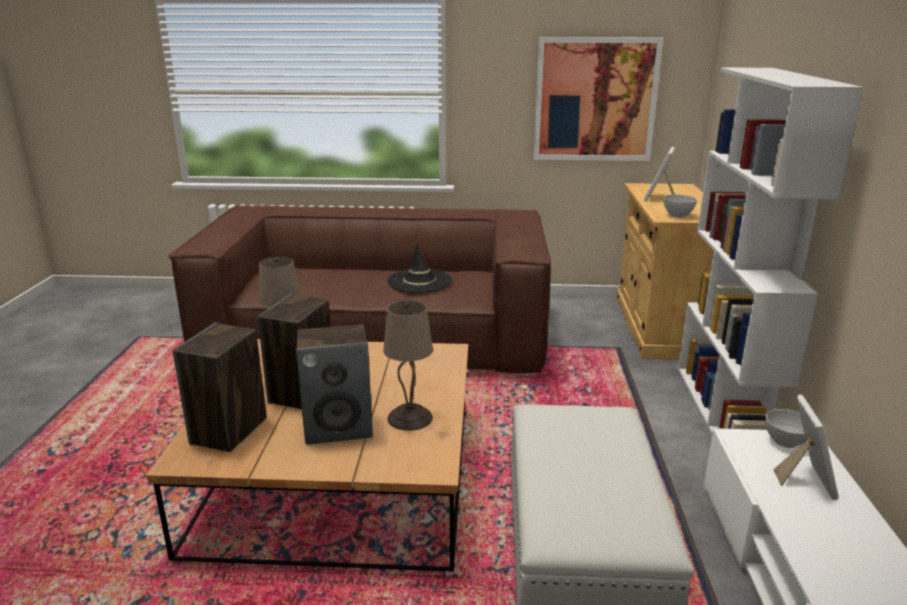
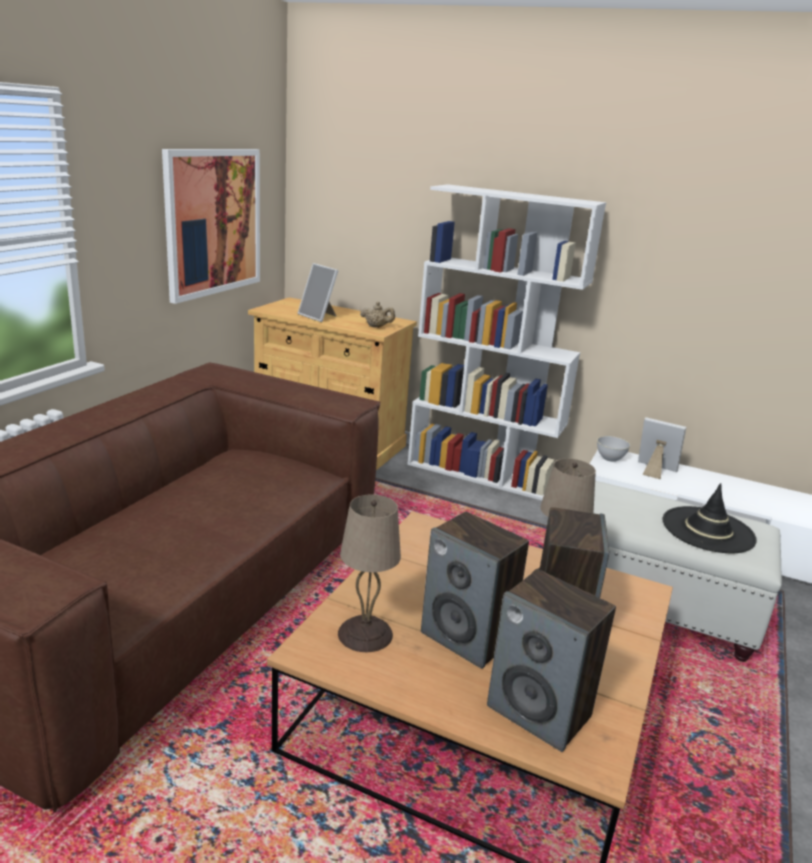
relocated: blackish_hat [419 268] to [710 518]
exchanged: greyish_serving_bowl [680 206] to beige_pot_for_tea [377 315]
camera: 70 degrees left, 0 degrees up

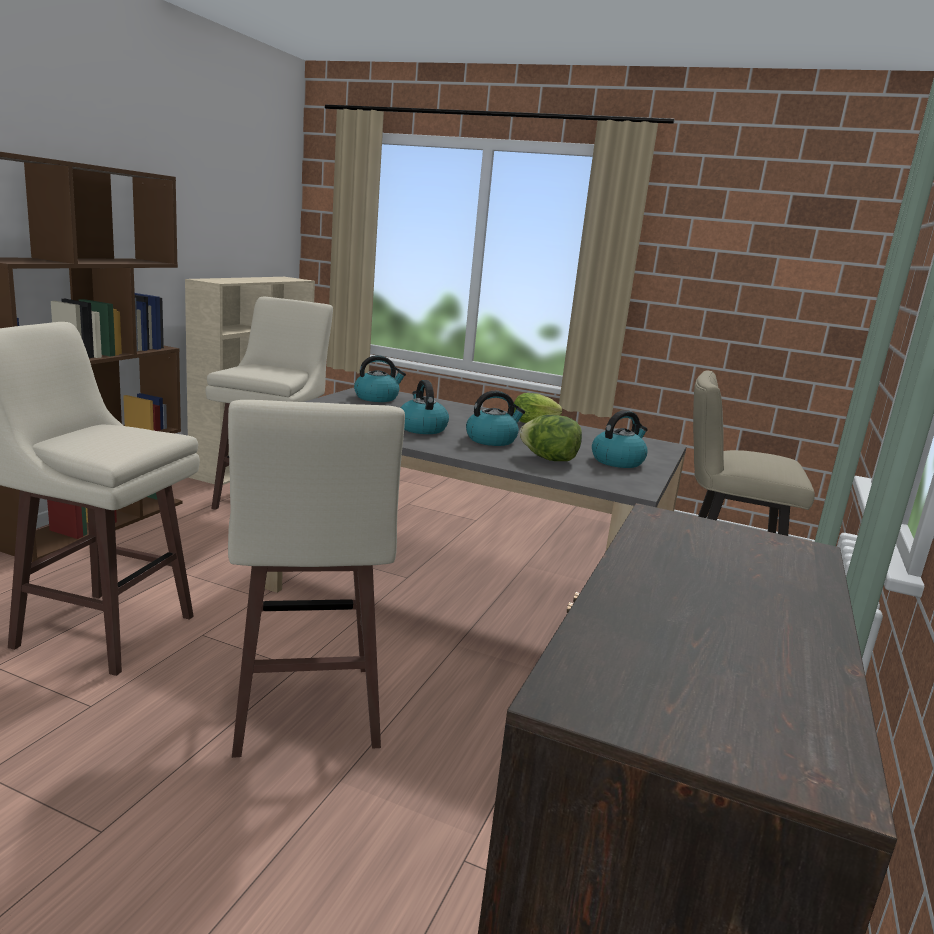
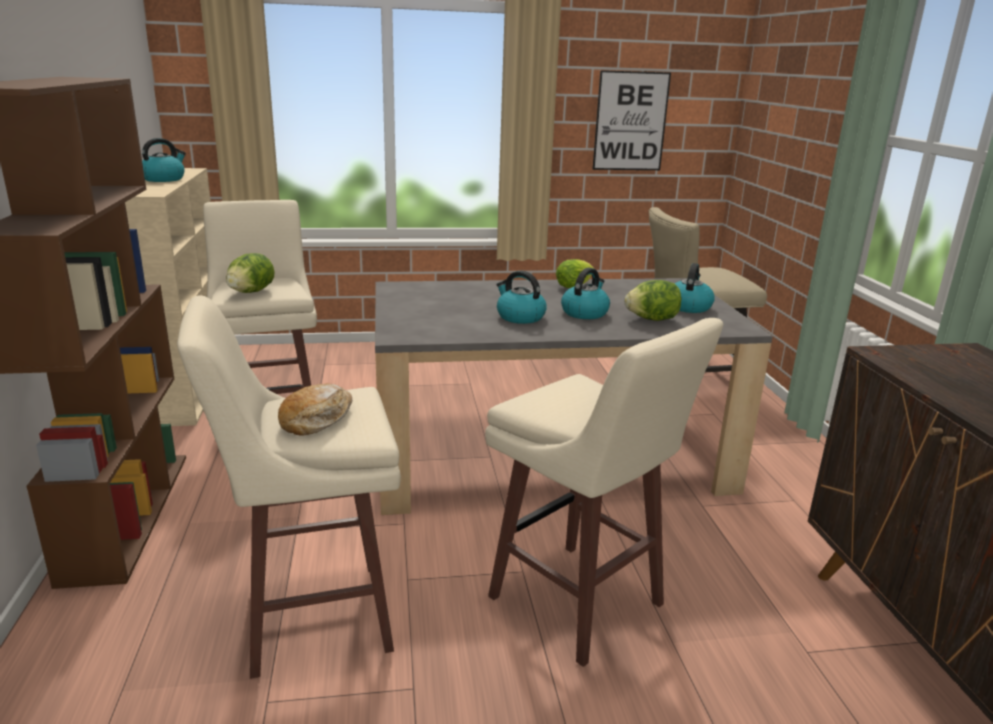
appeared: wall_art [632 120]; head_of_lettuce [250 273]; bread [315 409]
relocated: kettle [380 378] to [164 160]
camera: 30 degrees left, 5 degrees up

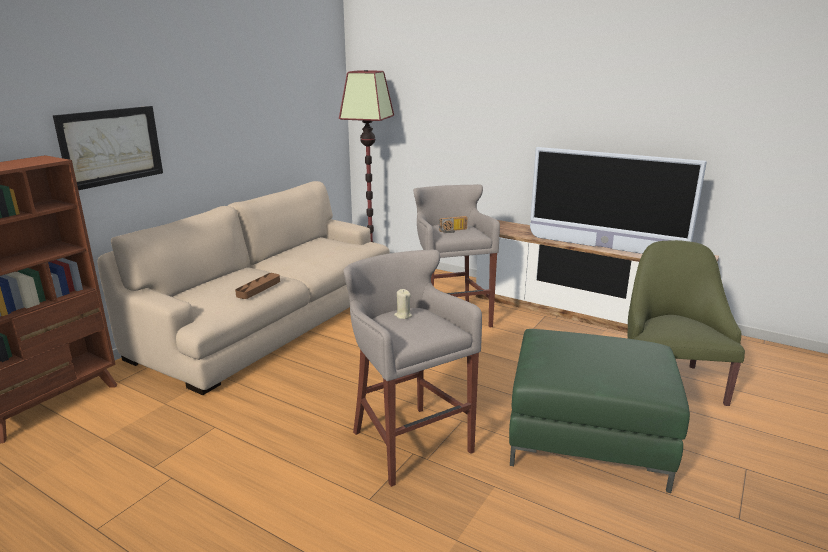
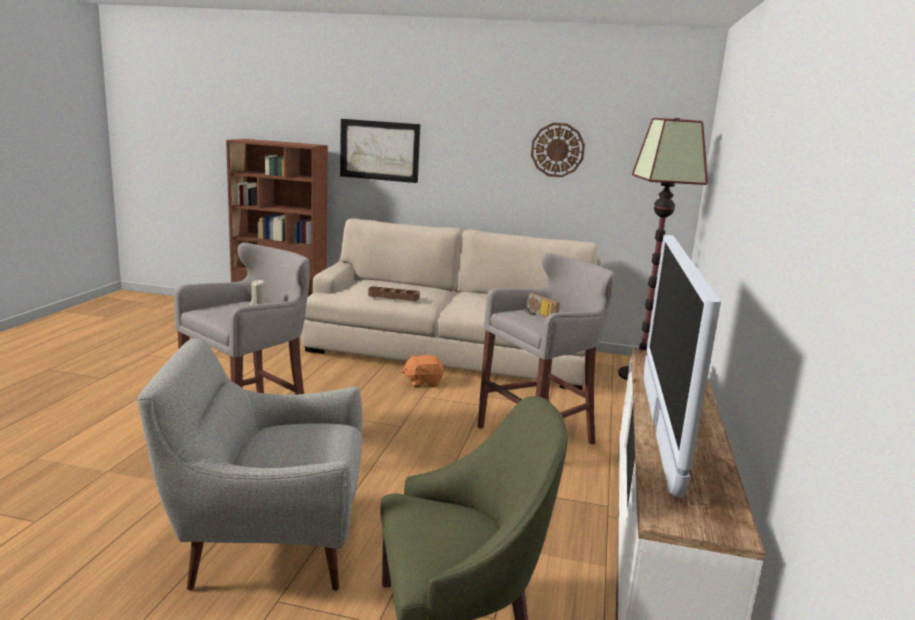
appeared: hanging_clock [558 150]; orange-coloured_plush_toy [422 371]
exchanged: greenish_footrest [599 411] to greyish_easy_chair [249 465]
camera: 70 degrees right, 5 degrees down

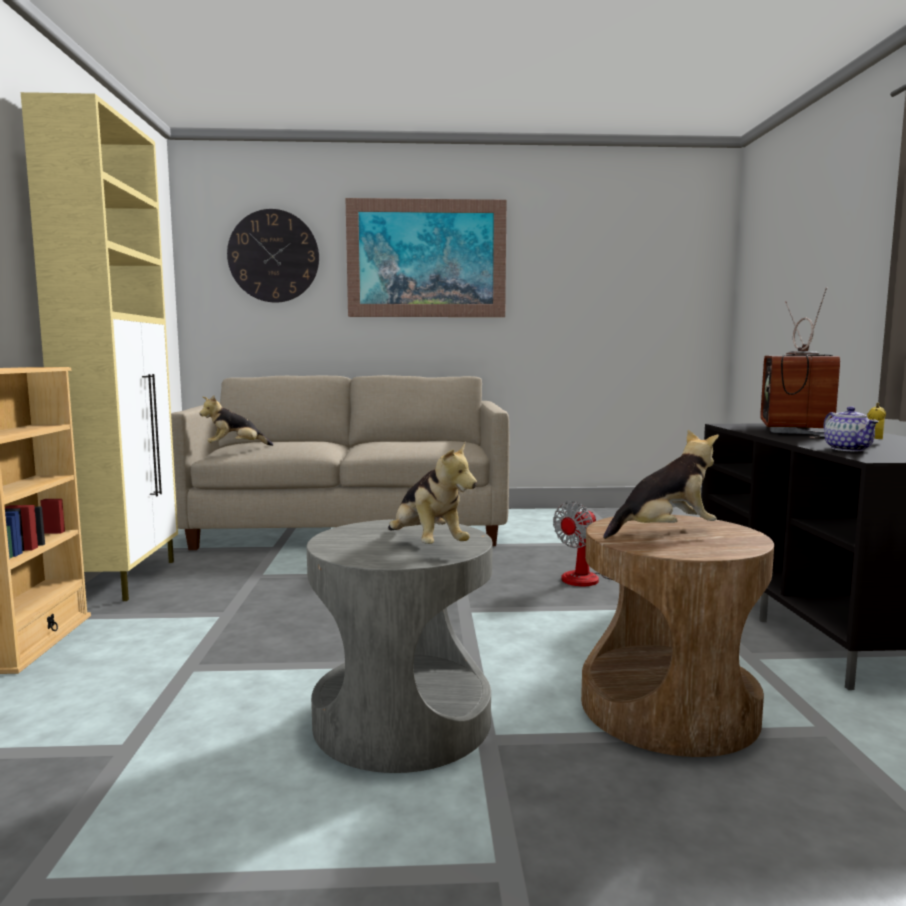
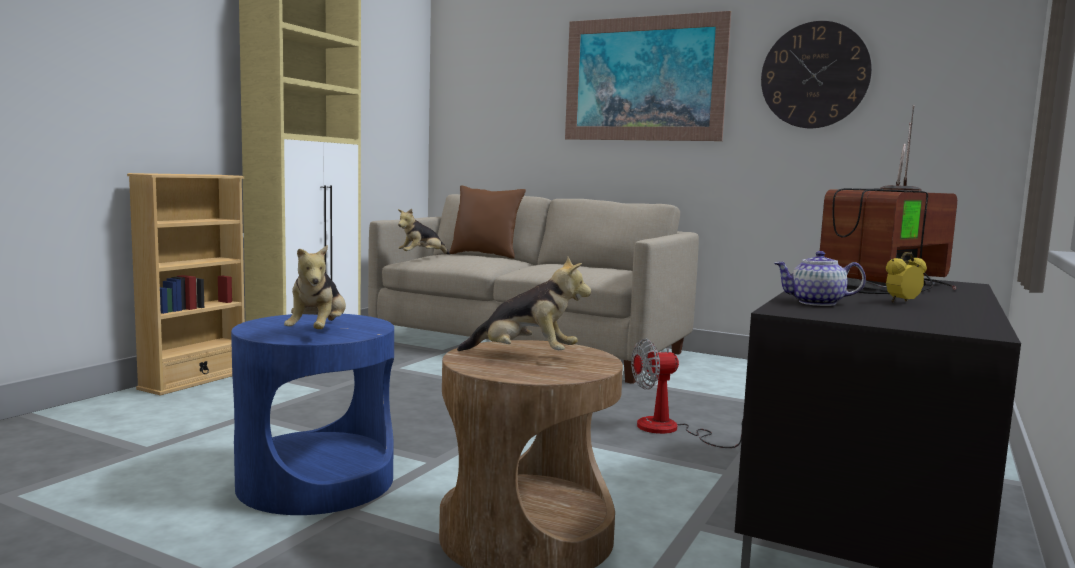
appeared: brown-coloured_pillow [487 222]
relocated: hanging_clock [273 255] to [816 74]
colour: greyish_accent_table [399 646] to bluish_accent_table [312 414]
spun: plush_toy [236 421] = [424 232] 45 degrees counterclockwise; pot_for_tea [851 428] = [820 278] 75 degrees clockwise
camera: 30 degrees right, 0 degrees up

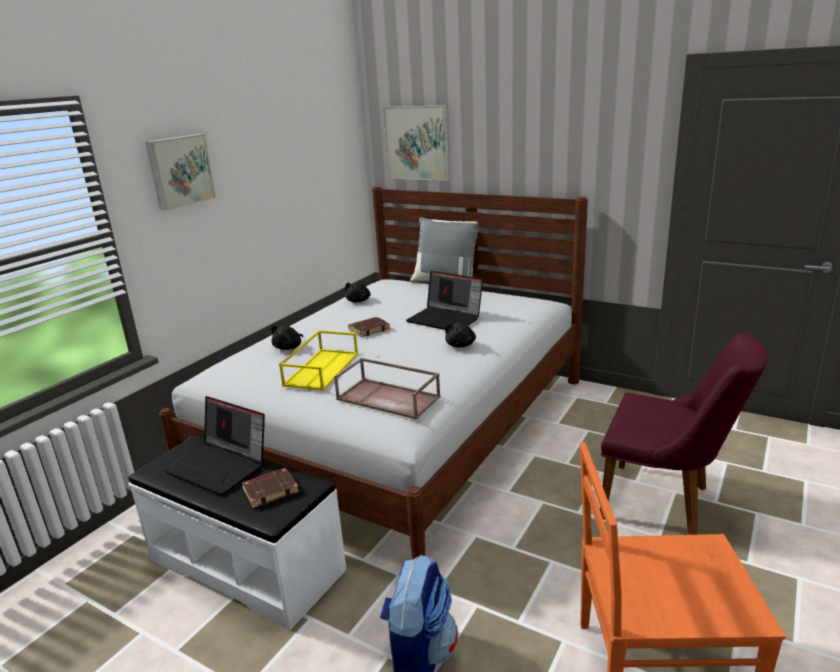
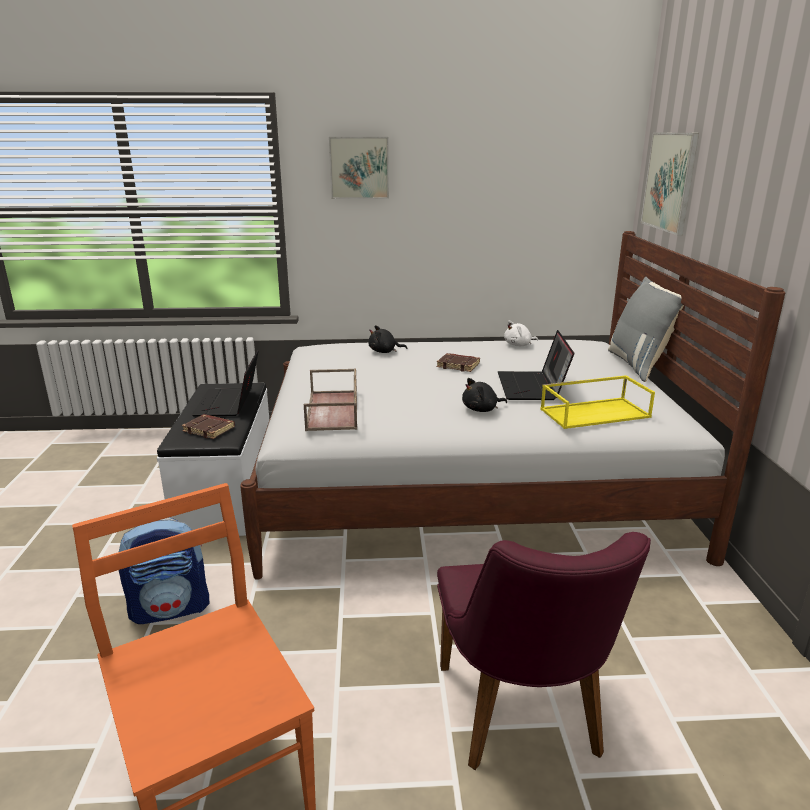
relocated: yellow-coloured_tray [318 360] to [597 402]
colour: blackish_plush_toy [358 292] to whitish_plush_toy [521 333]
camera: 55 degrees right, 0 degrees up

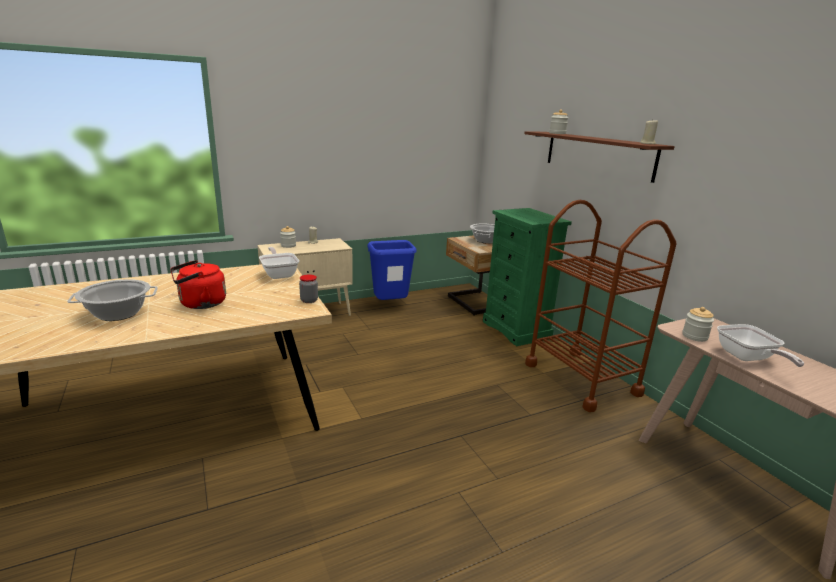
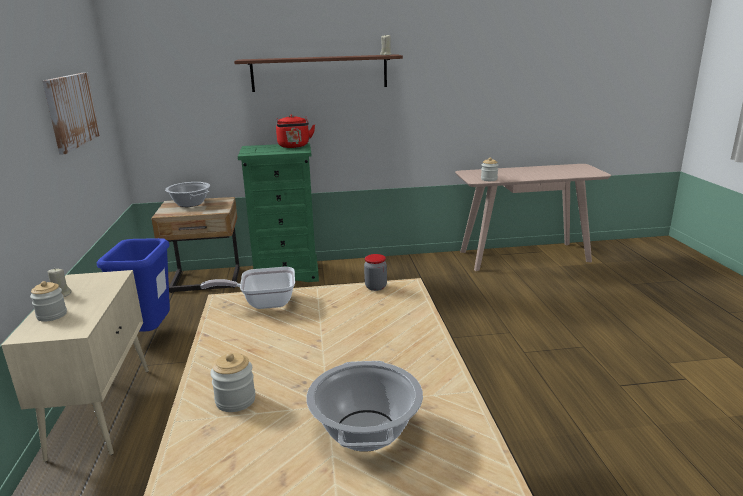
missing: brown-coloured_trolley [600 306]; frying_pan [760 345]
appeared: wall_art [71 114]
relocated: preserve_jar [558 122] to [233 382]; red_kettle [198 284] to [295 131]
camera: 70 degrees left, 0 degrees up

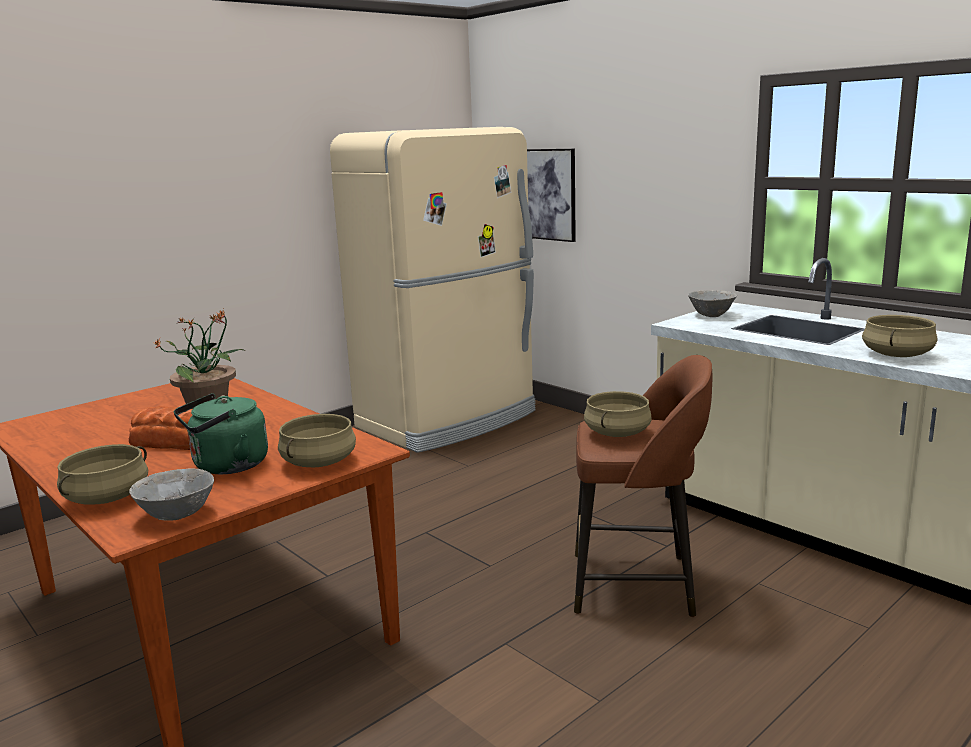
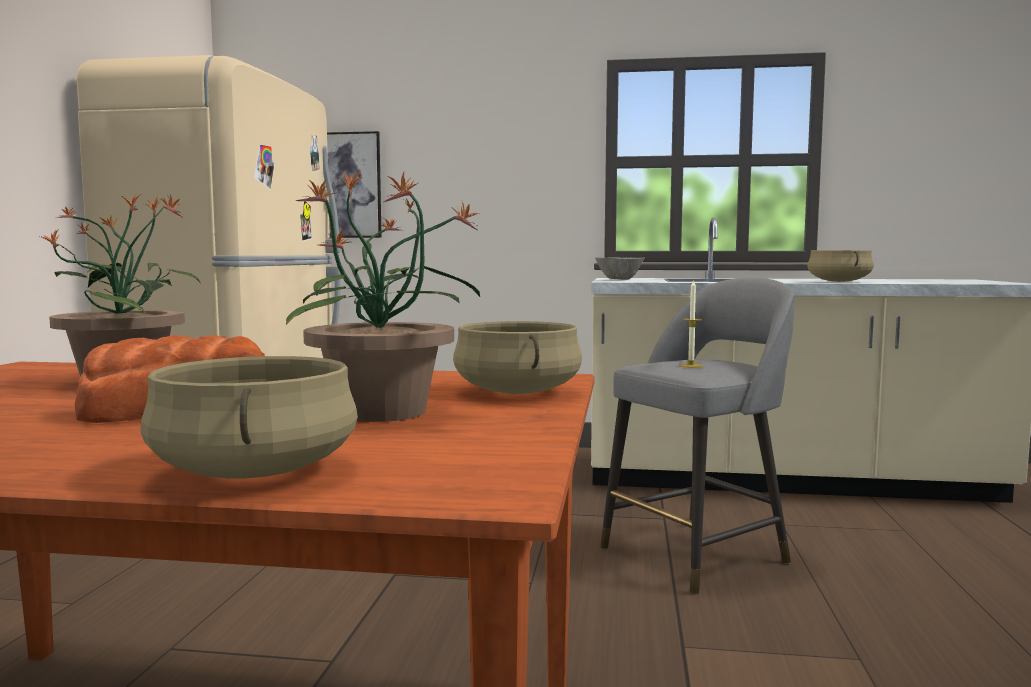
missing: greyish_serving_bowl [171 494]
exchanged: beige_saucepot [618 414] to wax_light [691 323]; greenish_kettle [221 434] to houseplant [383 296]
colour: brown-coloured_stool [643 486] to greyish_stool [697 436]
camera: 40 degrees left, 10 degrees down

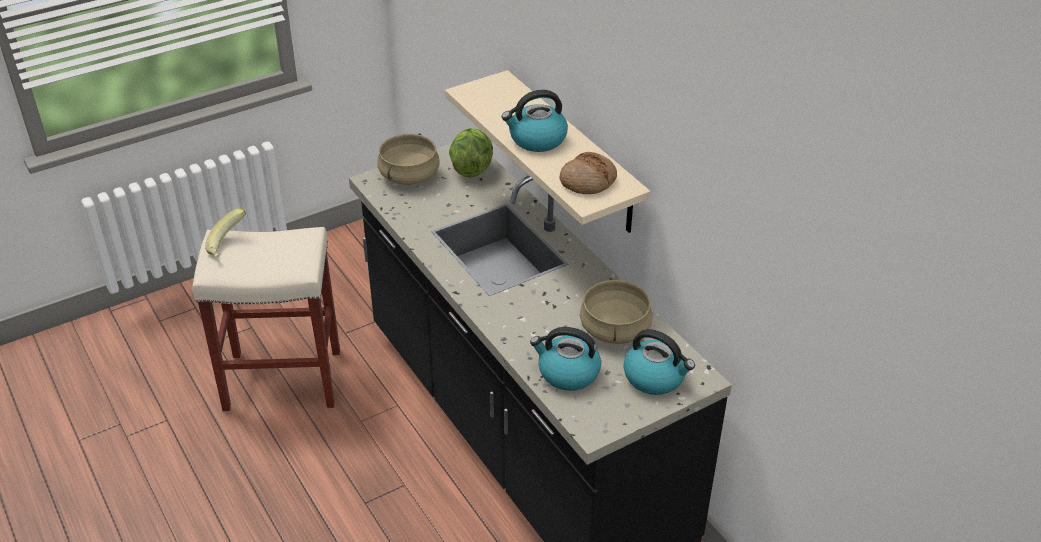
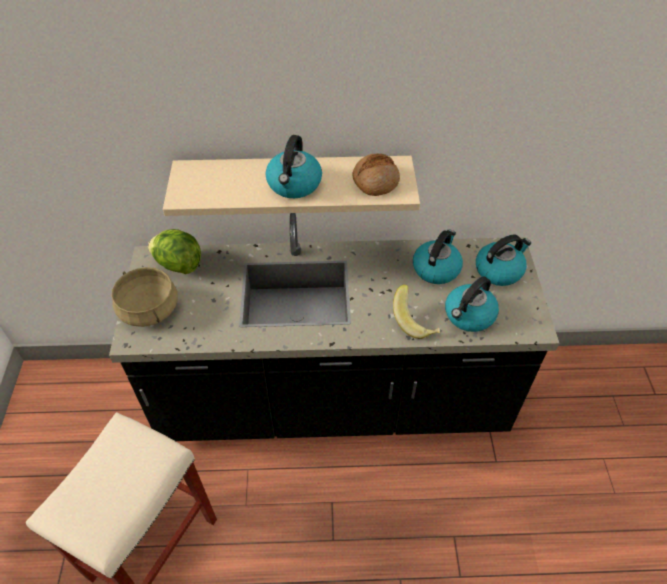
relocated: banana_fruit [225 233] to [416 311]
exchanged: beige_saucepot [616 311] to kettle [438 257]
camera: 60 degrees left, 10 degrees up

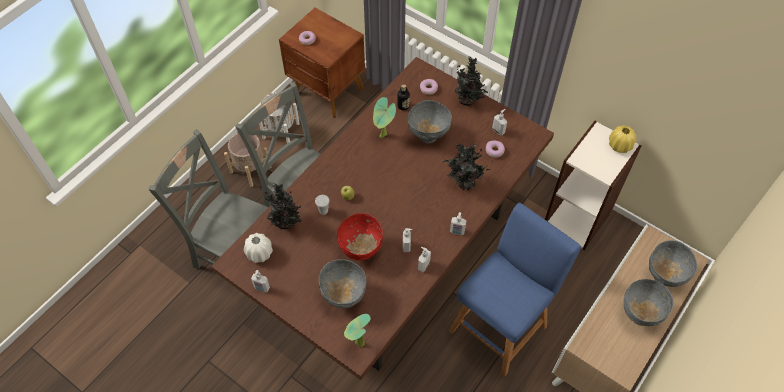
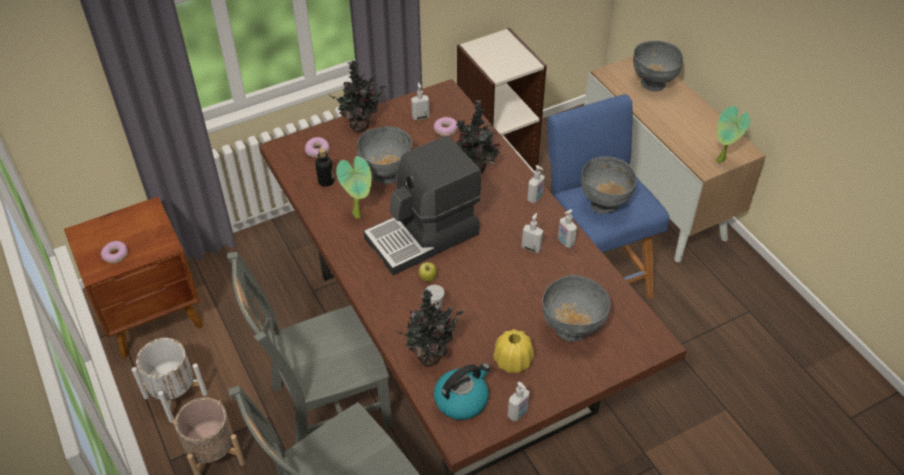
missing: red_serving_bowl [360 236]
appeared: coffee_machine [422 205]
relocated: yellow-coloured_vase [622 139] to [513 351]; greyish_serving_bowl [649 302] to [609 185]; houseplant [357 330] to [733 134]
exchanged: whitish_vase [258 248] to kettle [462 391]
camera: 65 degrees left, 10 degrees down

